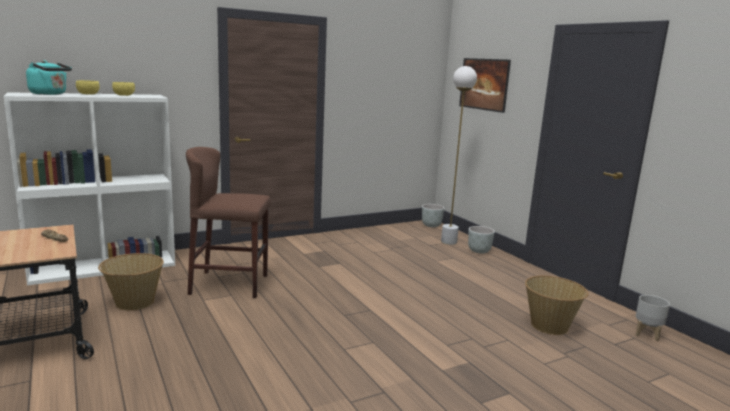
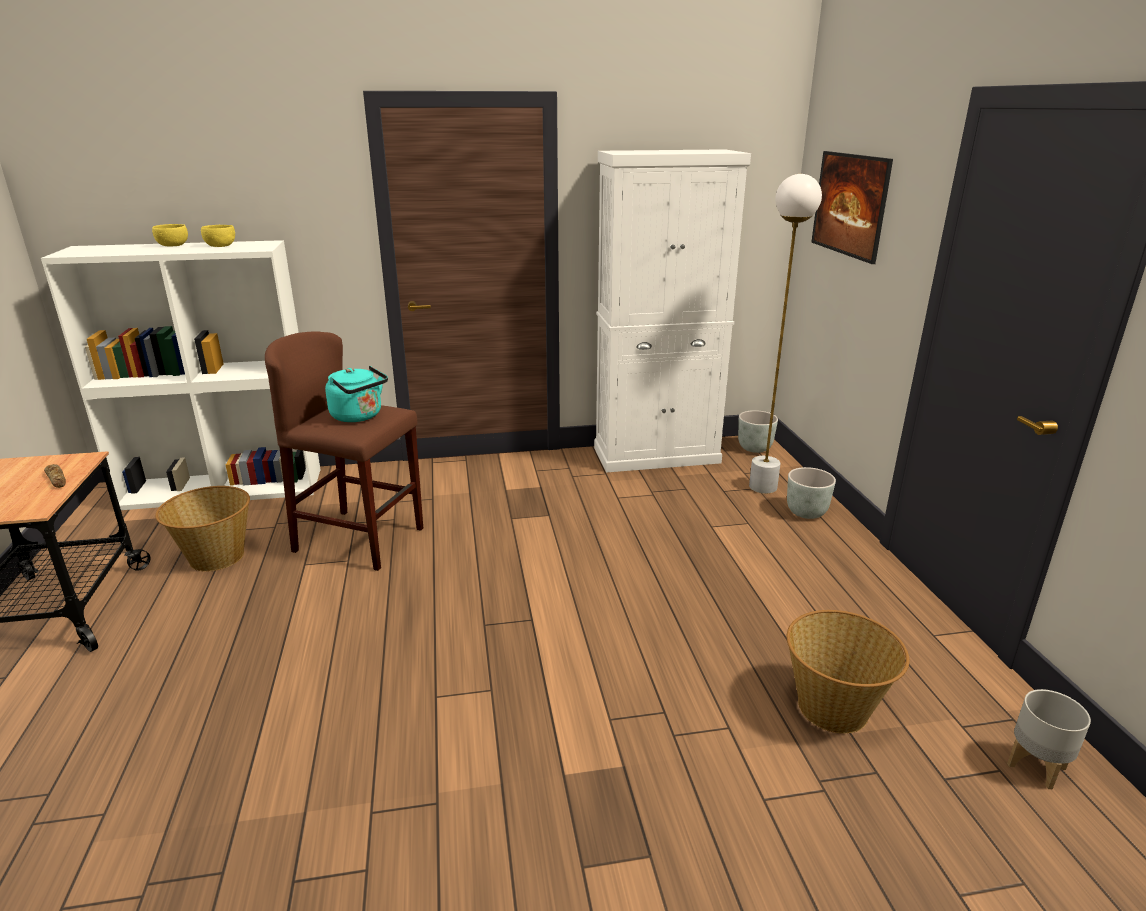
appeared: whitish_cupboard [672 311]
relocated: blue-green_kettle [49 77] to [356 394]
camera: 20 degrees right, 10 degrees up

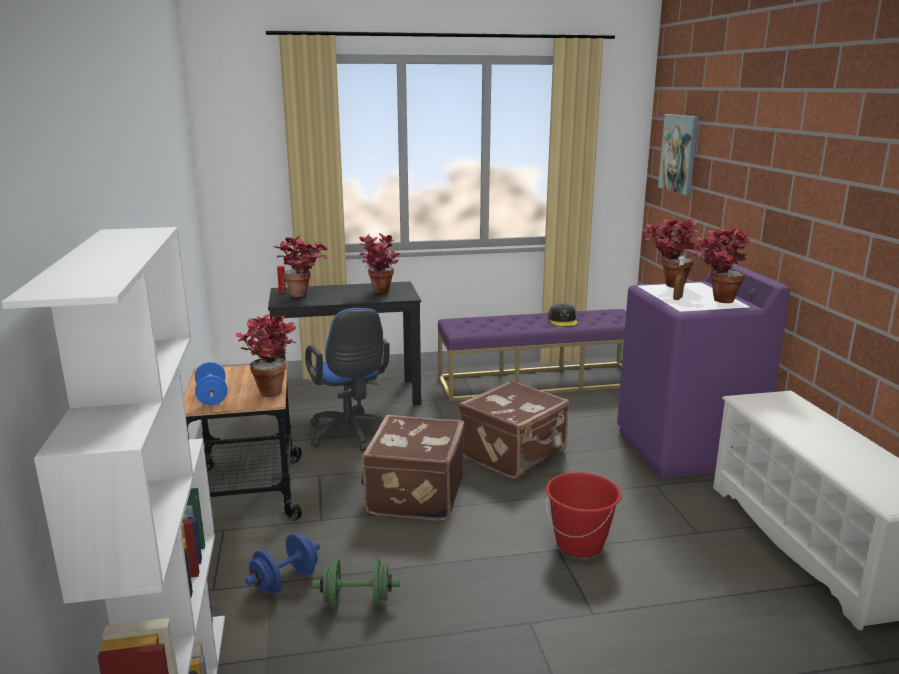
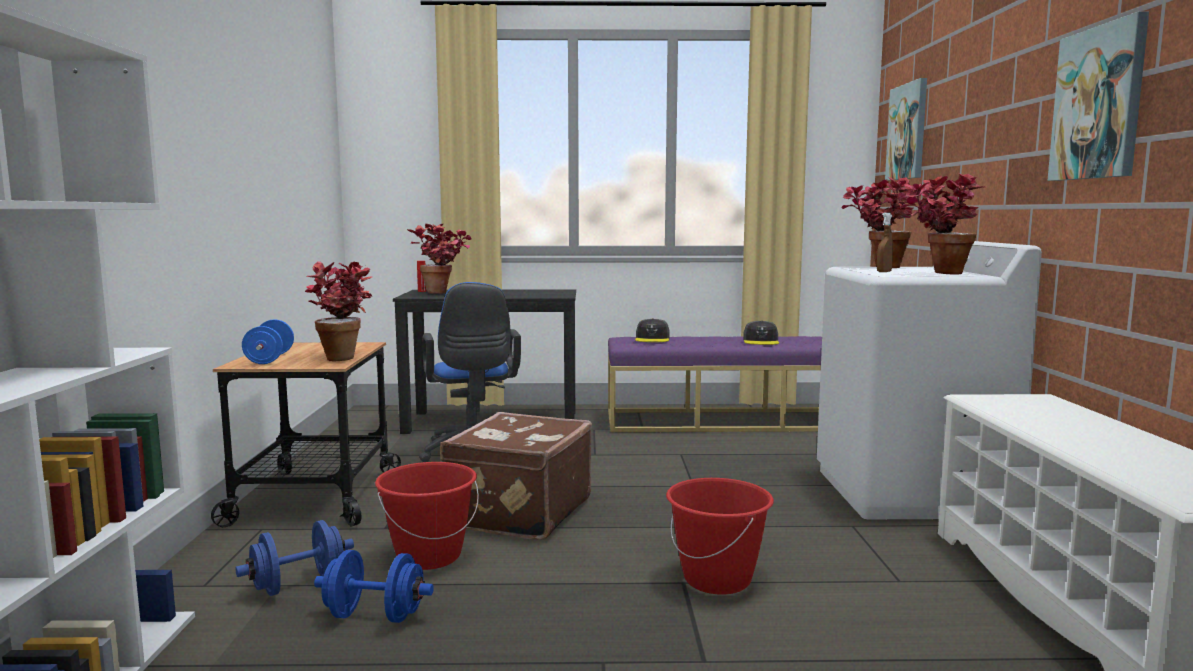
missing: houseplant [379 263]; brown-coloured_suitcase [514 429]
appeared: wall_art [1098 96]; greyish_peaked_cap [652 330]; red_bucket [427 516]
colour: purplish_laundry_appliance [703 370] to whitish_laundry_appliance [929 380]; greenish_hand_weight [356 584] to bluish_hand_weight [374 586]
camera: 10 degrees right, 10 degrees down

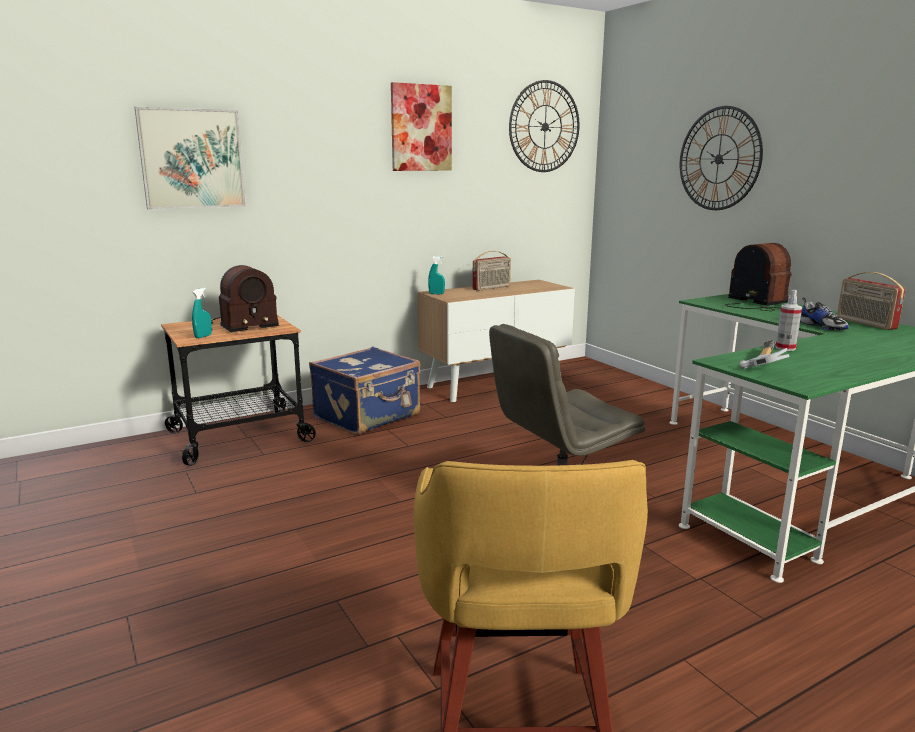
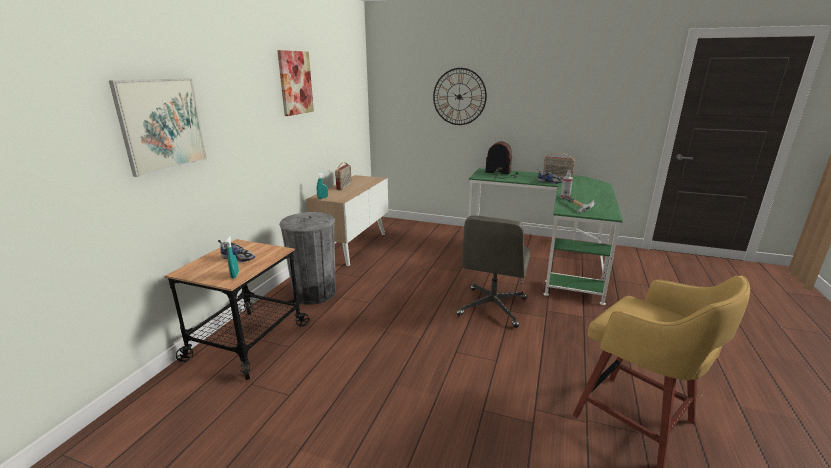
missing: hanging_clock [544 126]
exchanged: radio [245 298] to item_of_footwear [236 251]; bluish_suitcase [364 391] to greyish_waste_bin [307 258]
camera: 40 degrees left, 5 degrees up

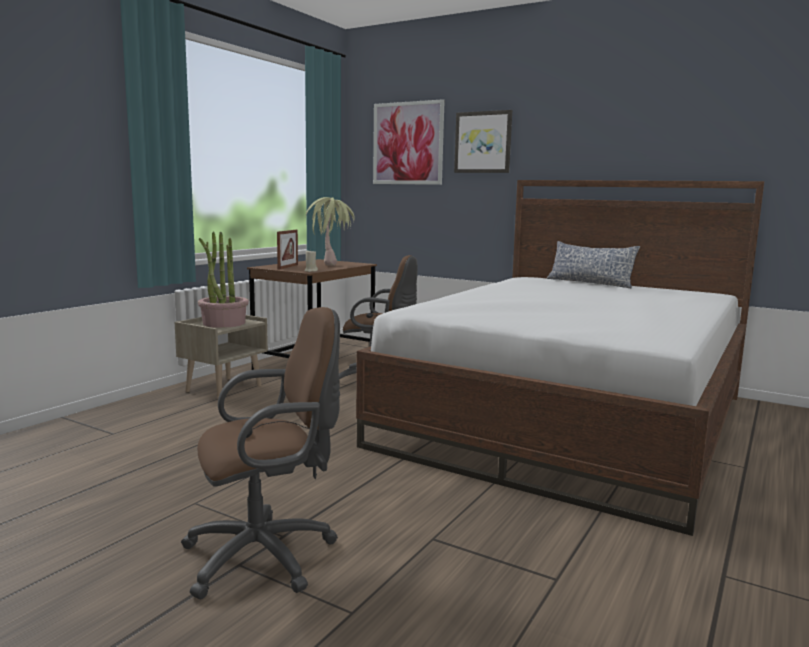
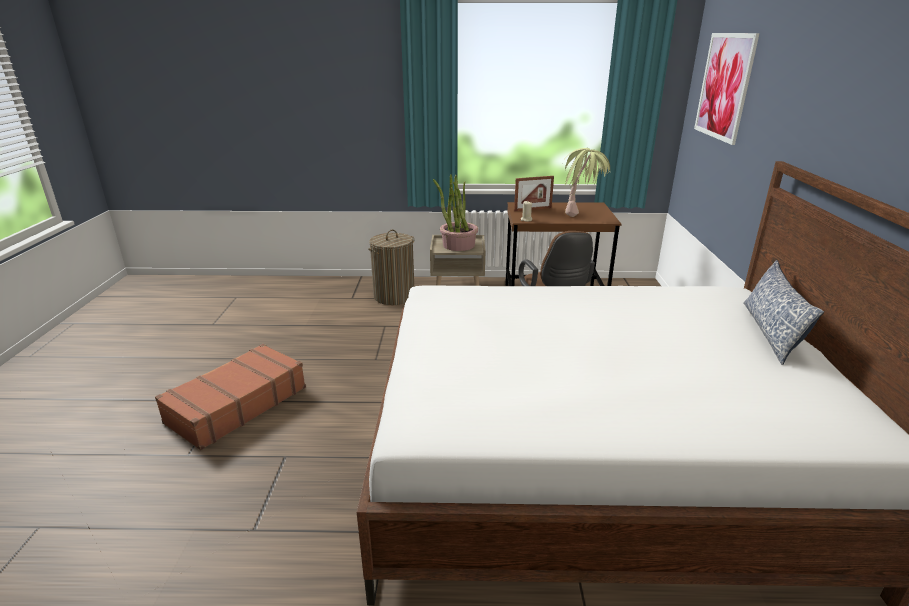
missing: wall_art [483 141]
appeared: washing_basket [391 267]
exchanged: brown-coloured_desk_chair [260 453] to brown-coloured_suitcase [230 397]
camera: 60 degrees right, 15 degrees up

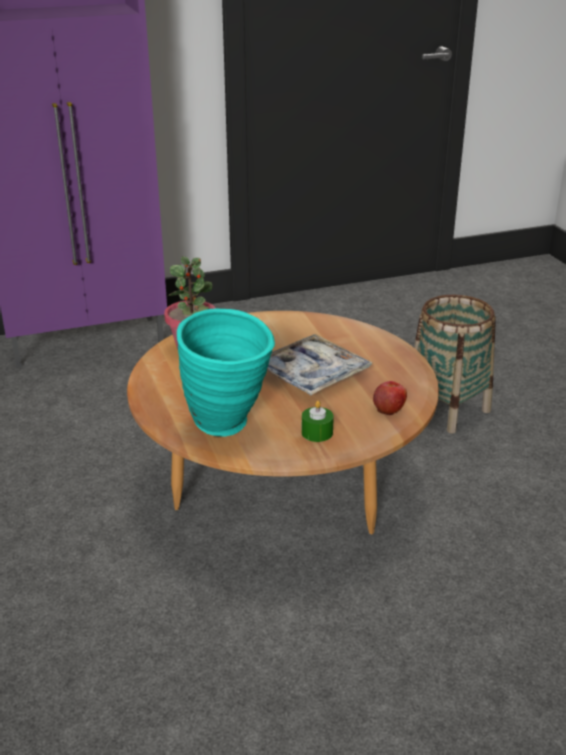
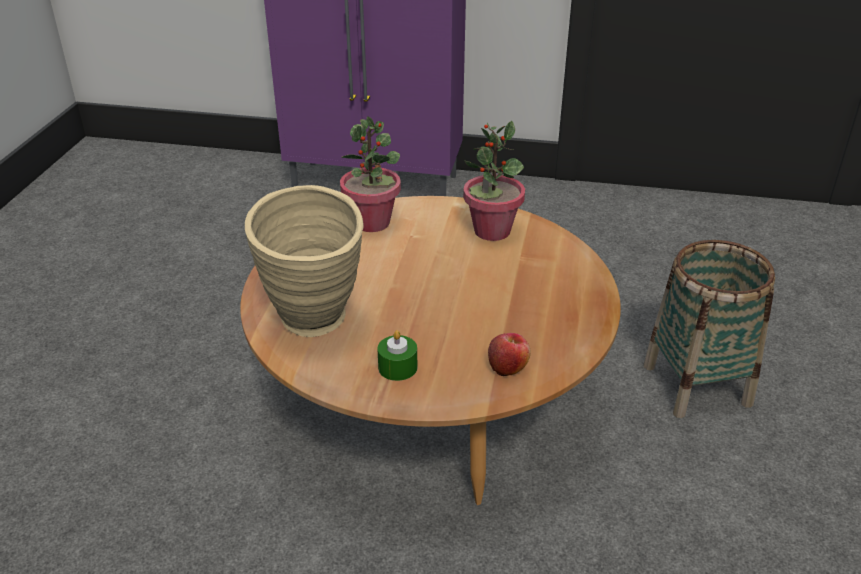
missing: tray [319 364]
appeared: houseplant [494 181]
colour: blue-green_vase [226 373] to beige_vase [304 261]
camera: 30 degrees right, 5 degrees up

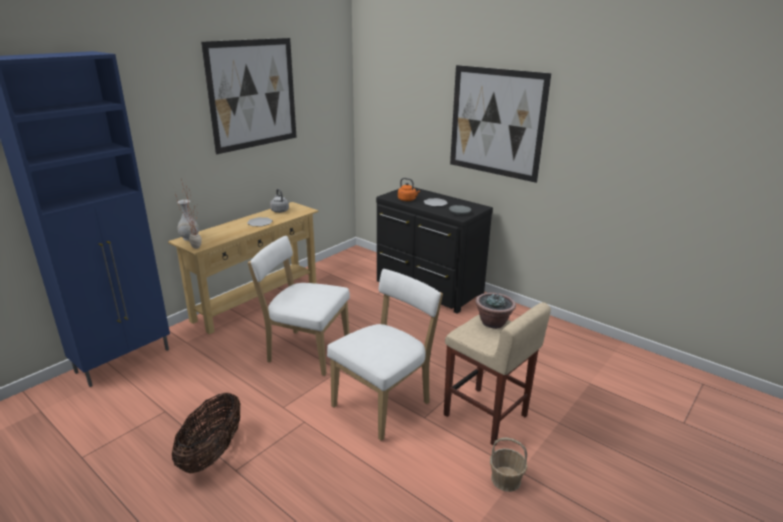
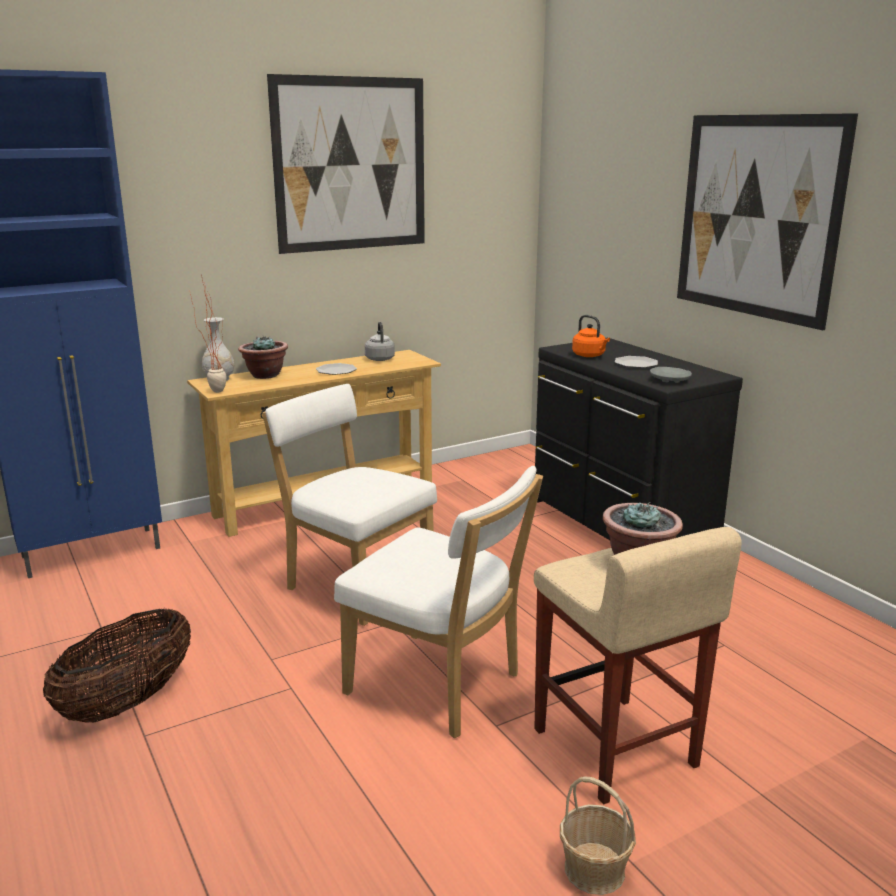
appeared: houseplant [263 357]
spun: whitish_plain_chair [385 355] = [438 602] 60 degrees clockwise
camera: 20 degrees right, 5 degrees down

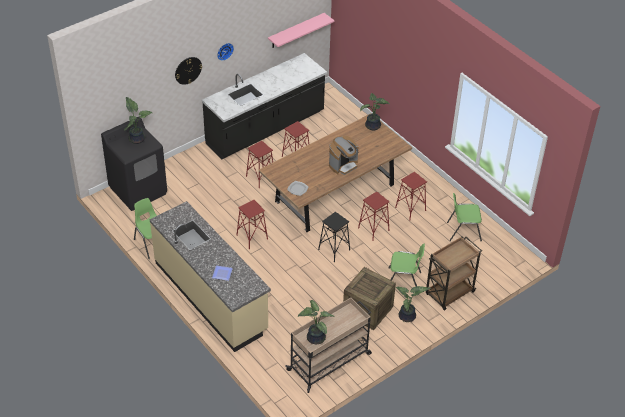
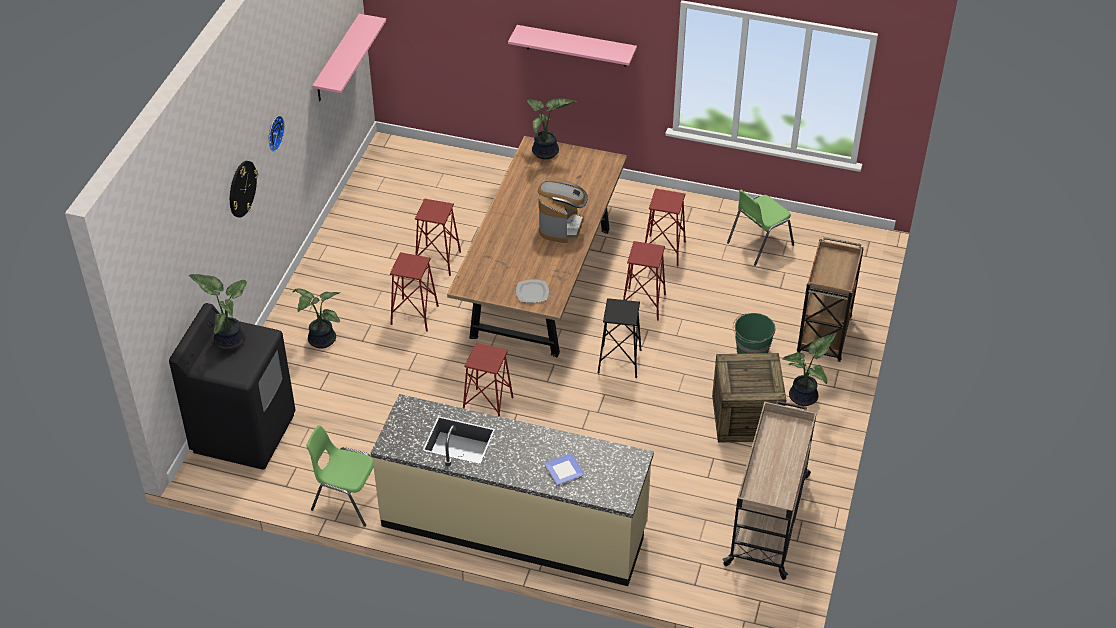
missing: blackish_kitchen_base_unit [264 106]
appeared: pink_bracket_shelf [572 46]
relocated: houseplant [316 322] to [317 318]
exchanged: greenish_plain_chair [407 265] to greenish_bucket [754 333]
camera: 35 degrees left, 0 degrees up

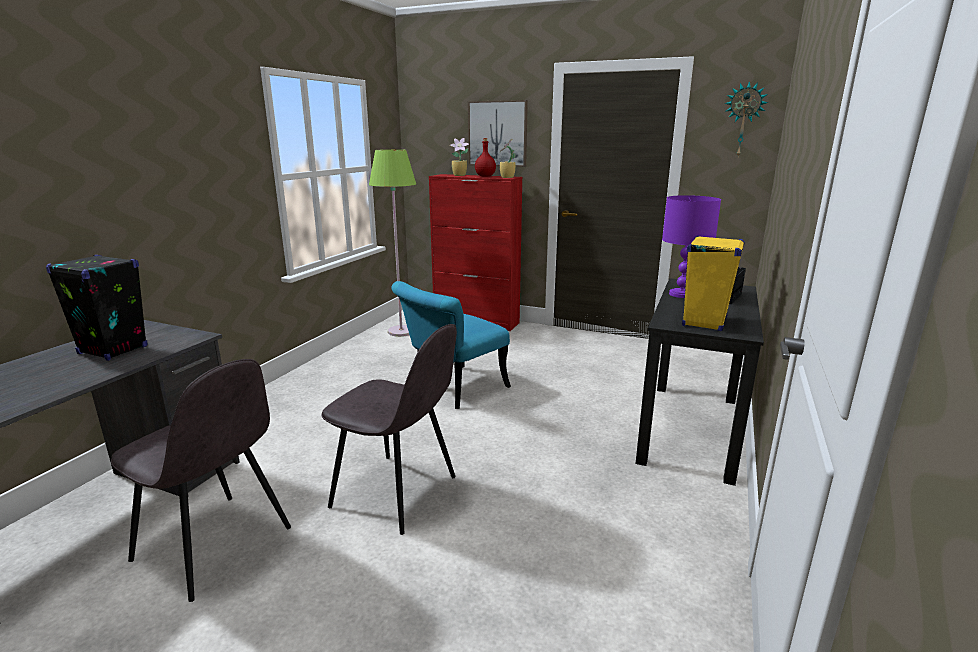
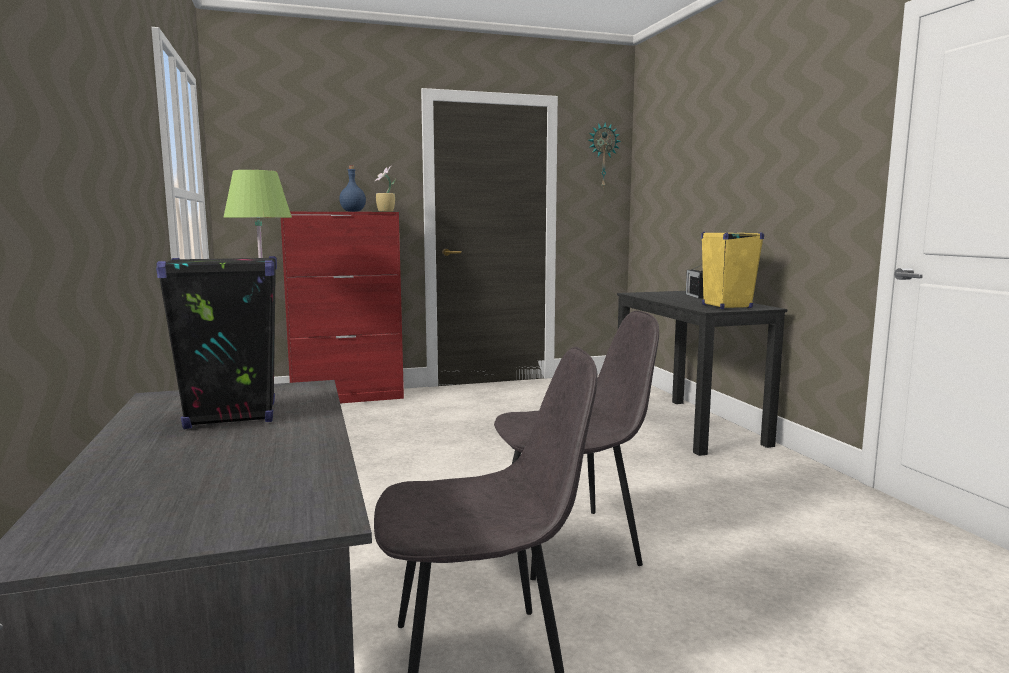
missing: wall_art [498 133]; houseplant [460 157]; purplish_table_lamp [691 246]; blue-green_plain_chair [451 345]
colour: red_beverage_bottle [485 157] to bluish_beverage_bottle [352 189]
camera: 40 degrees left, 10 degrees down

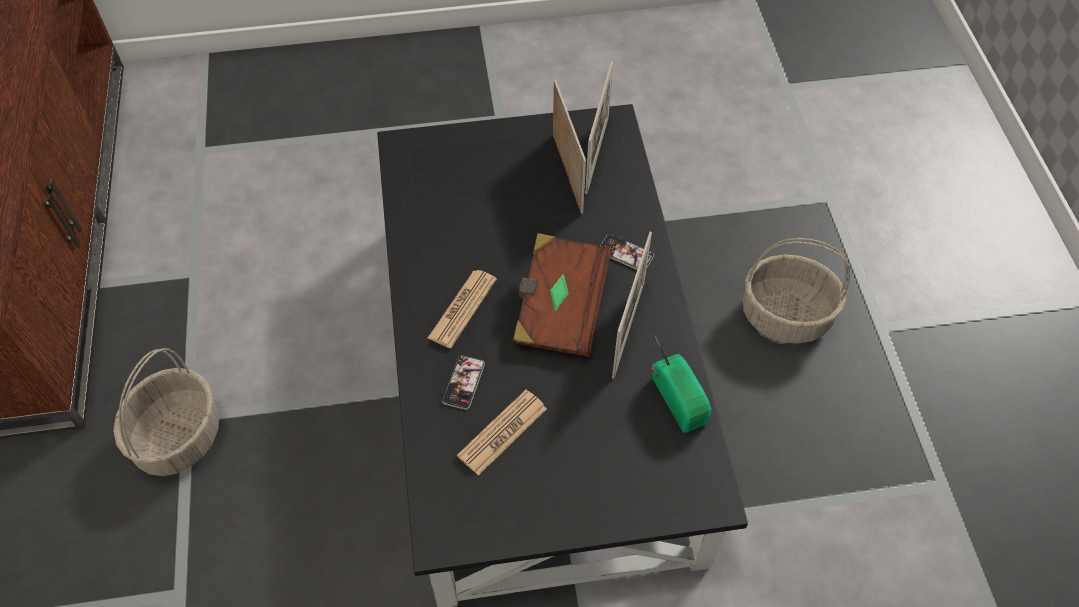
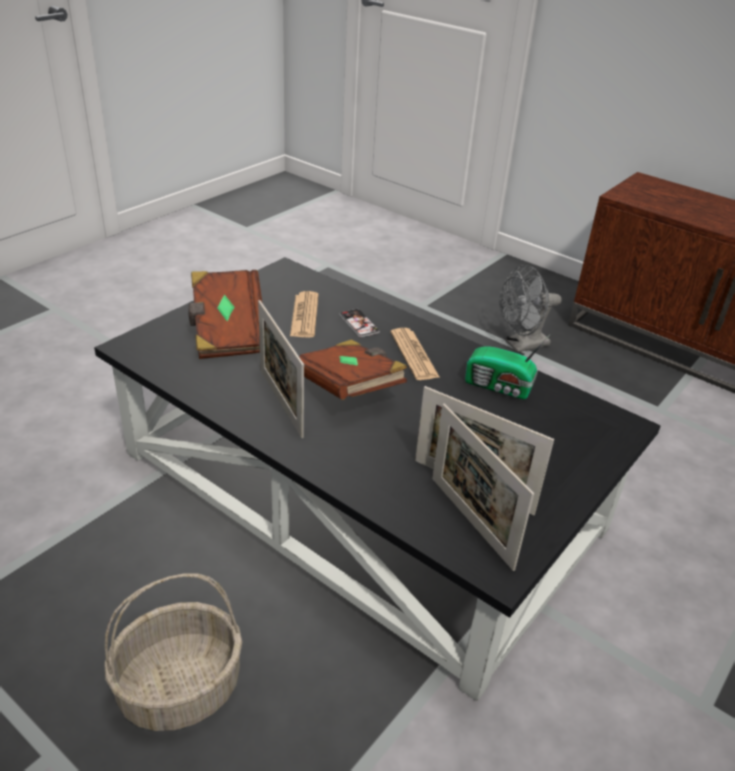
missing: telephone [627 252]
appeared: brown-coloured_book [225 314]
relocated: radio [682 384] to [508 366]
exchanged: storage_basket [166 412] to greyish_electric_fan [530 309]
camera: 135 degrees right, 20 degrees down

